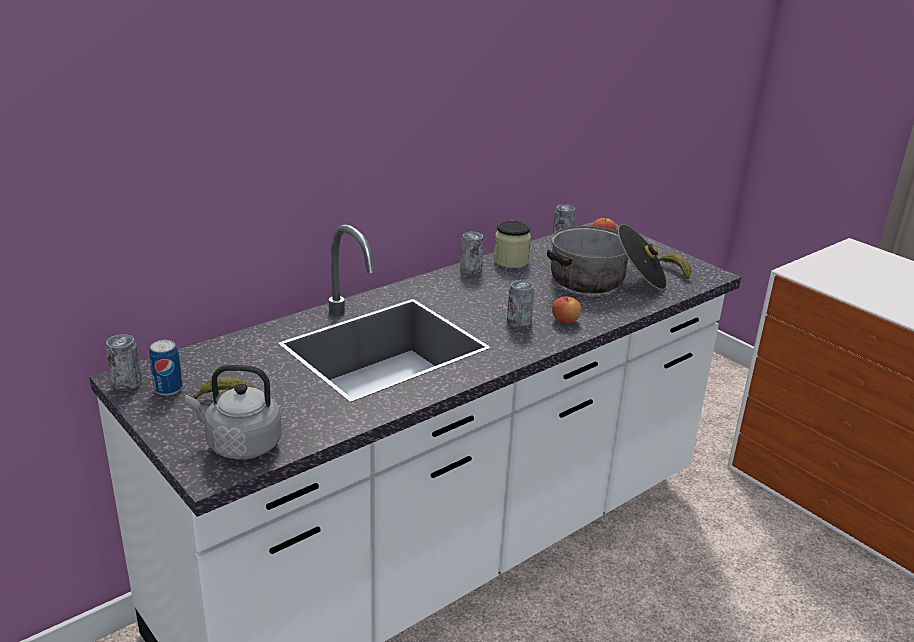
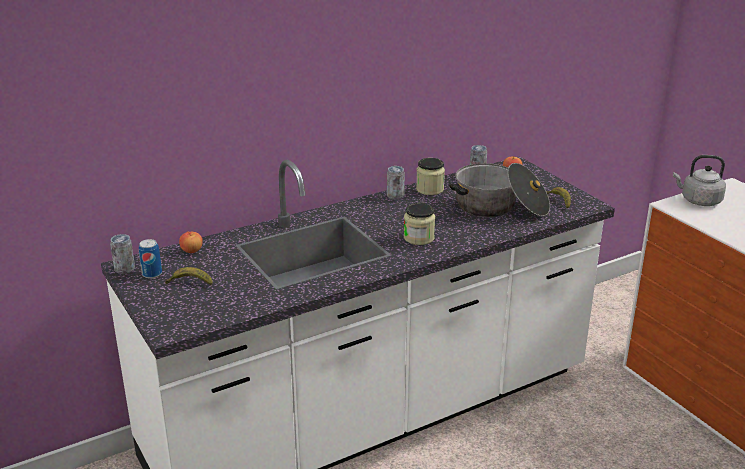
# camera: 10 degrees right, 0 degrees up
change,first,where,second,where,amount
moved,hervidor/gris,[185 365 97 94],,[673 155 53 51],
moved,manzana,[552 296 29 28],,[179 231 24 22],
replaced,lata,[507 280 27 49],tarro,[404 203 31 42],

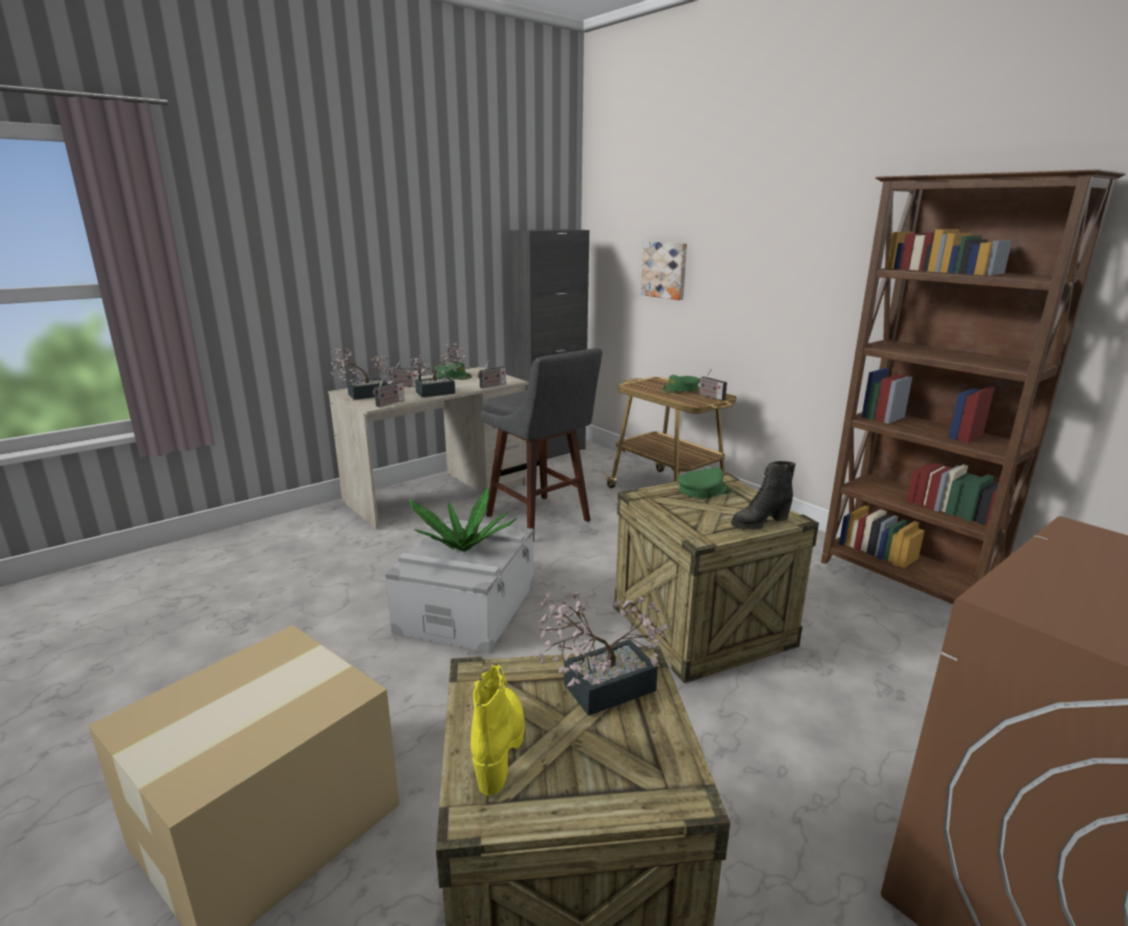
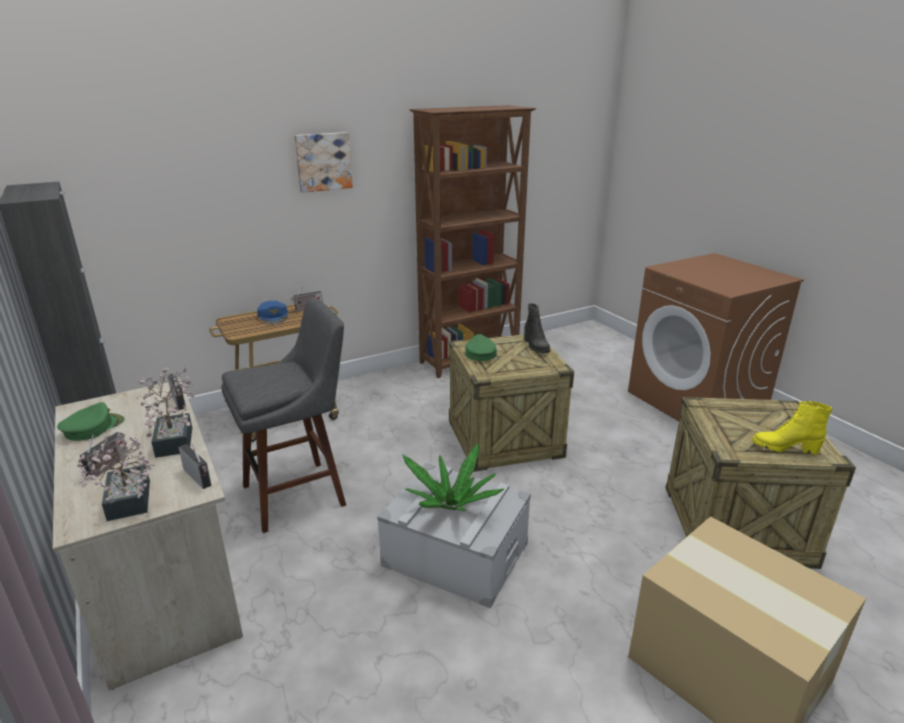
# camera: 80 degrees left, 5 degrees up
change,first,where,second,where,amount
removed,planta en maceta,[538 591 129 125],,,
moved,cuadro,[641 241 46 59],,[294 132 59 61],
recoloured,gorra/verde,[662 375 37 18],gorra/azul,[257 301 31 22],

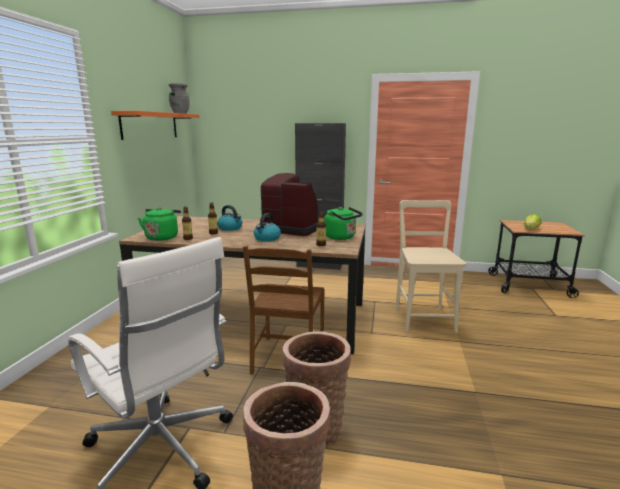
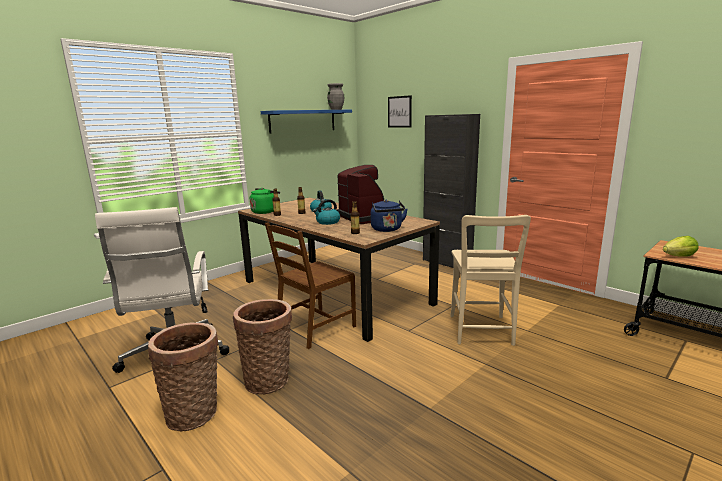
# camera: 35 degrees right, 0 degrees up
change,first,where,second,where,amount
added,,,cuadro,[388 95 24 33],
recoloured,estante/naranja,[111 111 89 29],estante/azul,[261 110 91 24],
recoloured,hervidor/verde,[324 207 39 33],hervidor/azul,[371 200 37 32],
turned,silla/beis,[396 200 70 133],,[450 215 81 131],150 degrees clockwise

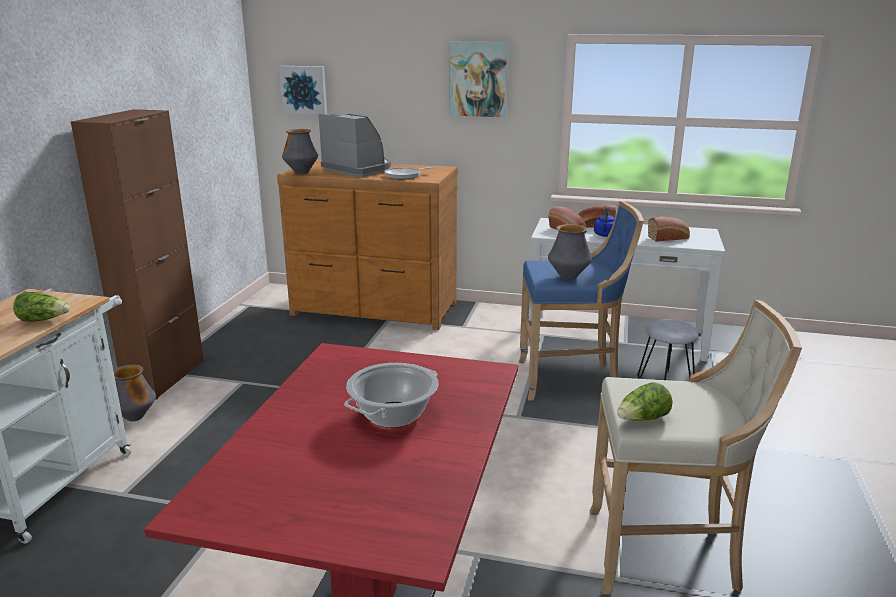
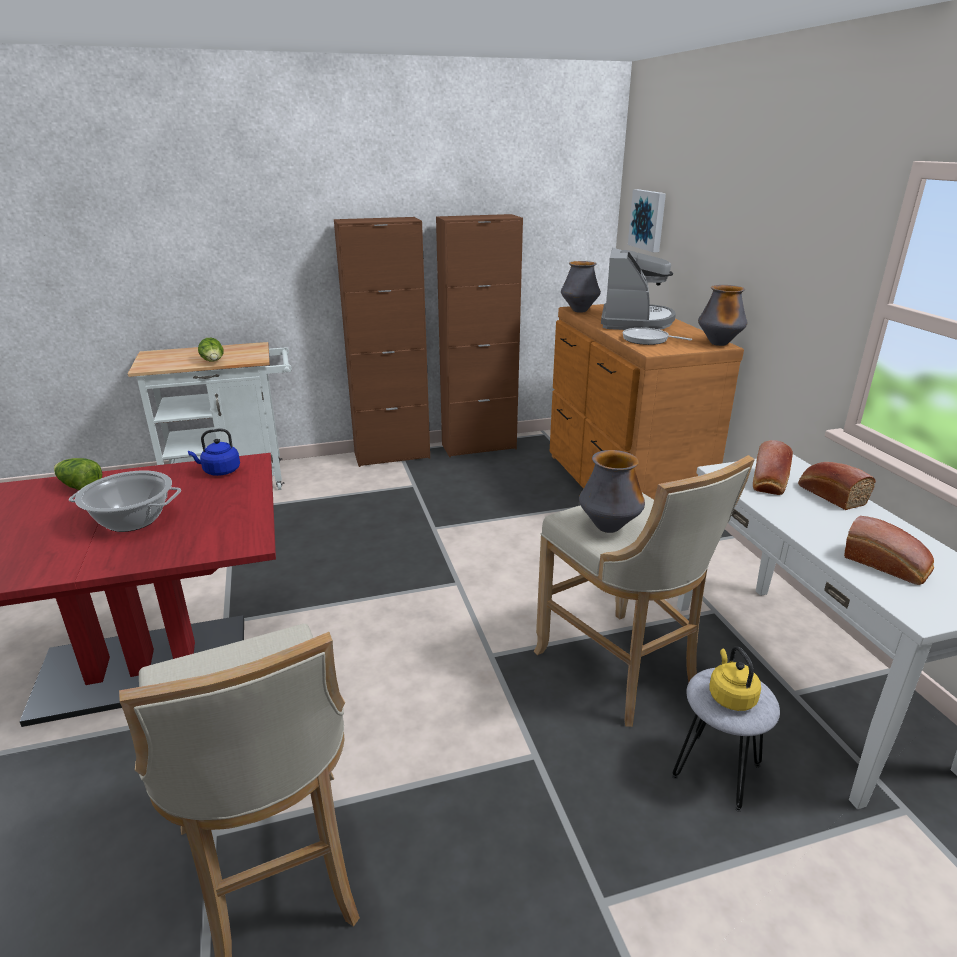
# camera: 60 degrees right, 5 degrees up
change,first,where,second,where,amount
removed,cuadro,[450 41 58 76],,,
added,,,armario/marrón,[436 214 87 243],
added,,,hervidor/amarillo,[709 646 52 65],
moved,florero,[113 364 43 57],,[698 285 49 61],
moved,hervidor/azul,[594 205 21 32],,[188 429 52 47],
moved,lechuga,[617 382 56 39],,[54 458 48 32],
recoloured,taburete/azul,[519 201 125 200],taburete/beis,[534 455 221 272],

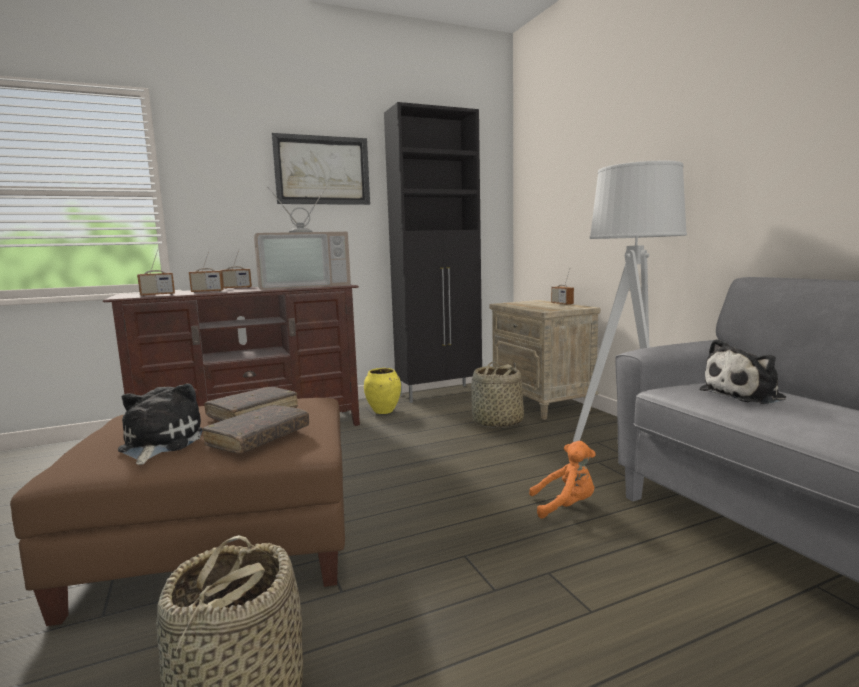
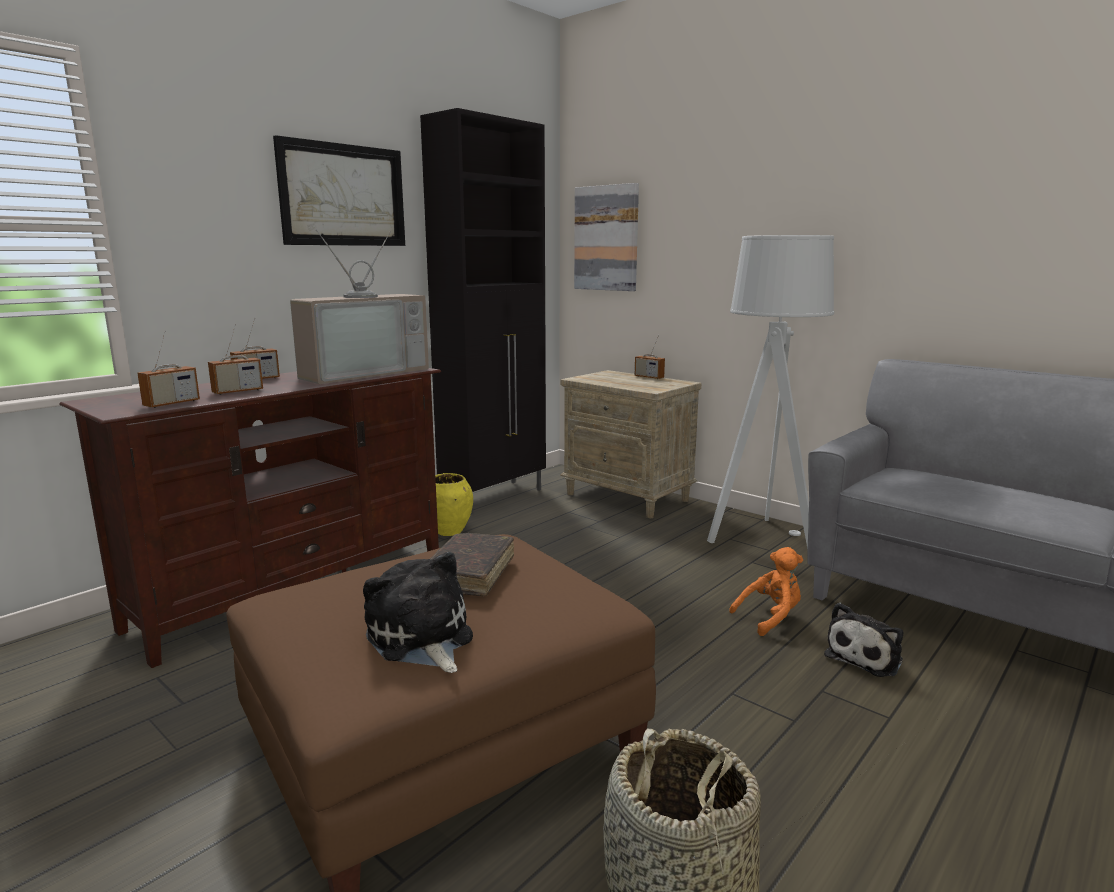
# camera: 25 degrees left, 5 degrees up
change,first,where,second,where,amount
removed,libro/marrón,[202 405 107 48],,,
removed,cesta,[471 362 53 66],,,
added,,,cuadro,[574 183 65 108],
moved,peluche,[700 339 86 65],,[824 603 79 74],

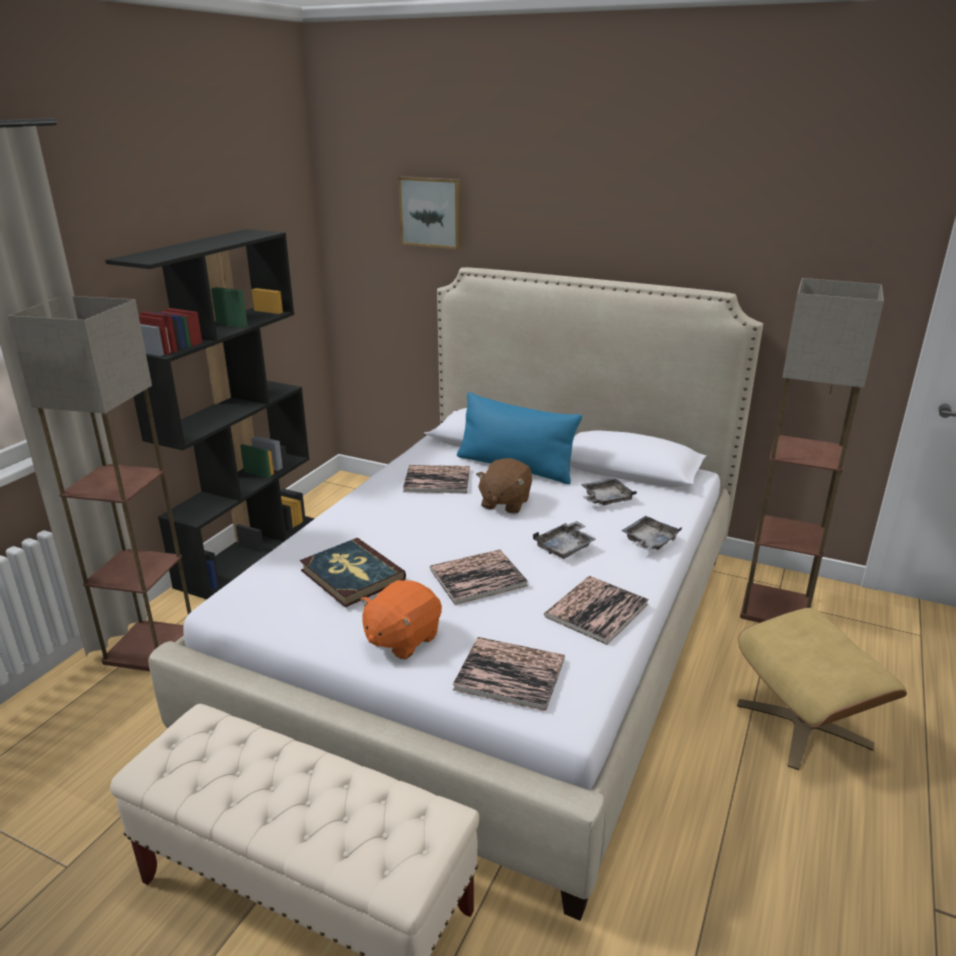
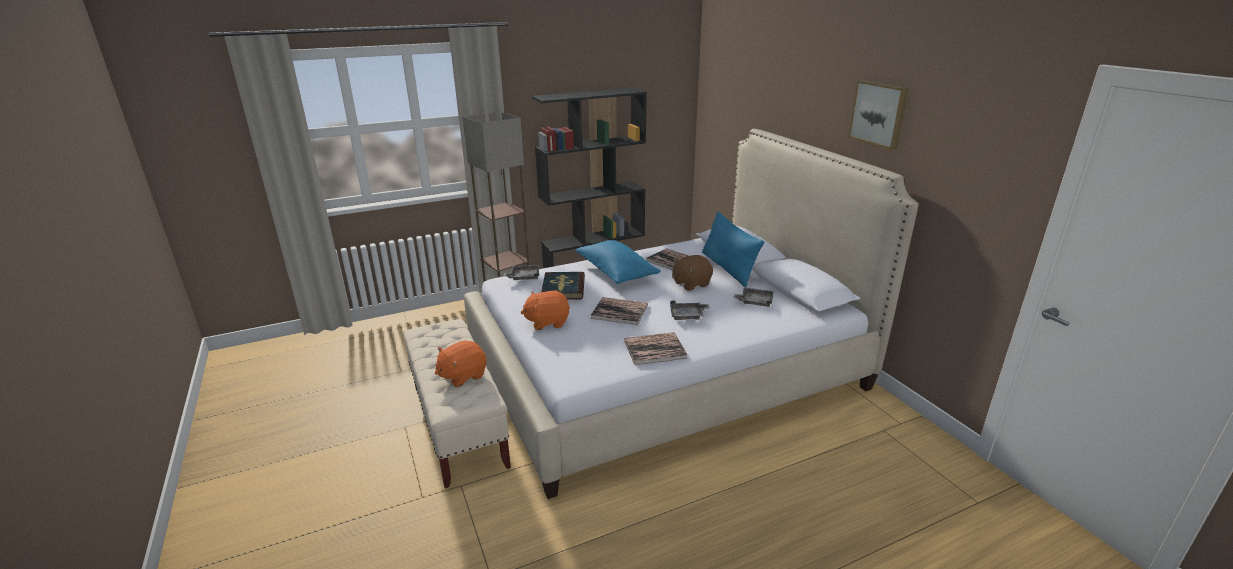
# camera: 40 degrees right, 0 degrees up
change,first,where,second,where,amount
removed,libro,[453 637 112 74],,,
removed,puf/beis,[737 608 170 162],,,
removed,lámpara de pie,[740 278 144 345],,,
added,,,peluche/naranja,[435 340 52 47],
added,,,cojín/azul,[576 240 85 44],
moved,cuadro,[398 176 63 74],,[848 80 61 70],
moved,bandeja/gris,[621 516 61 34],,[504 265 35 15],

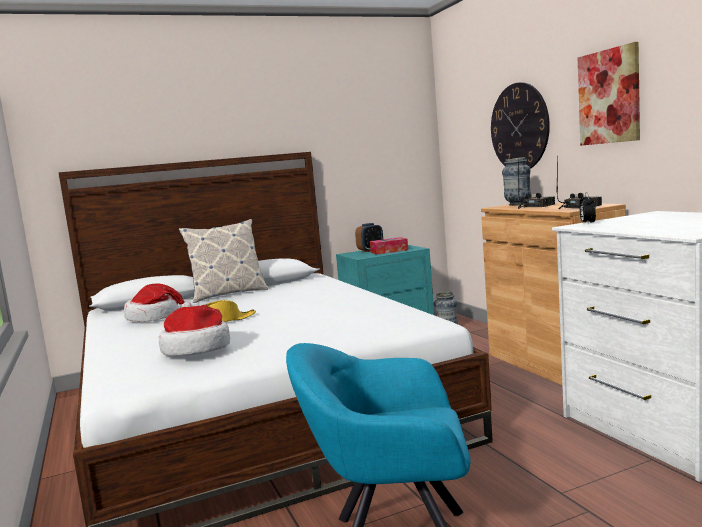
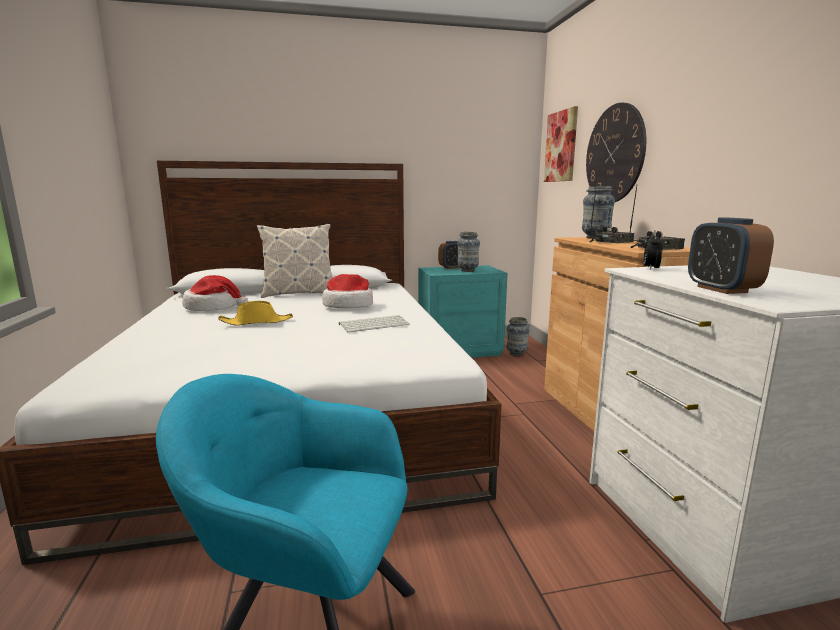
# camera: 10 degrees right, 5 degrees up
change,first,where,second,where,amount
added,,,teclado,[339 315 71 17],
added,,,despertador,[688 218 86 76],
moved,sombrero,[159 305 71 51],,[322 274 51 34],
moved,cuadro,[578 42 62 104],,[544 106 34 76],
replaced,caja de pañuelos,[370 237 38 18],florero,[457 232 23 40],

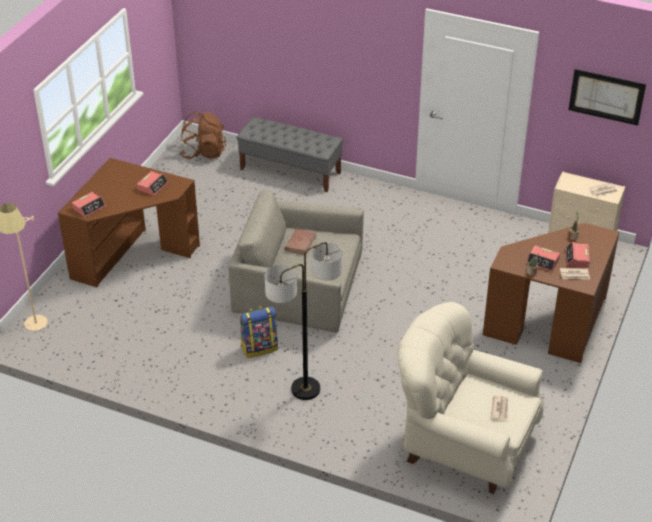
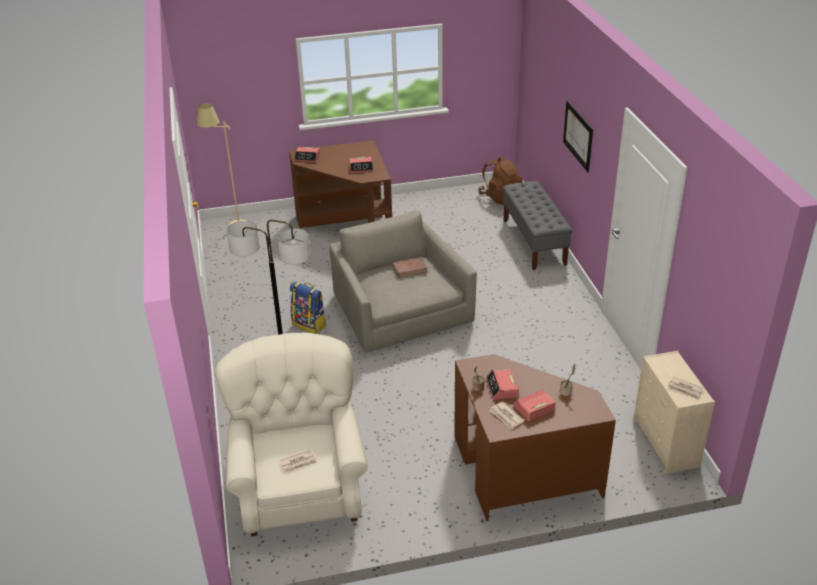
# camera: 55 degrees right, 5 degrees down
change,first,where,second,where,amount
moved,cuadro,[569 69 77 57],,[563 101 30 71],

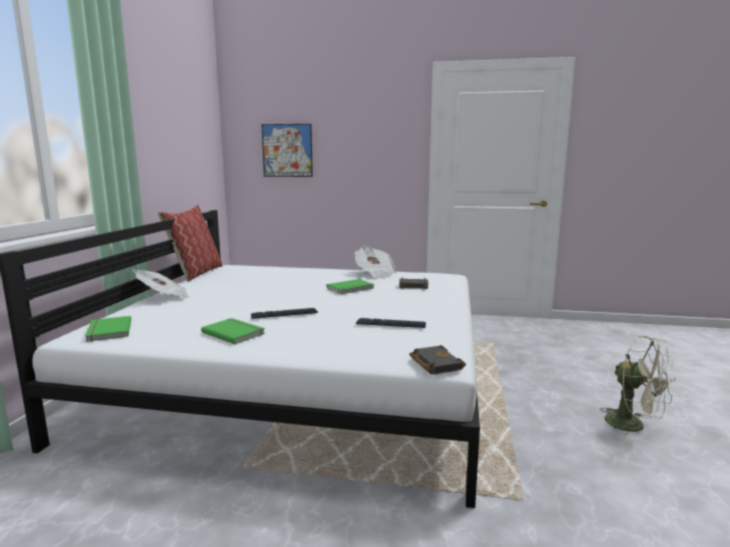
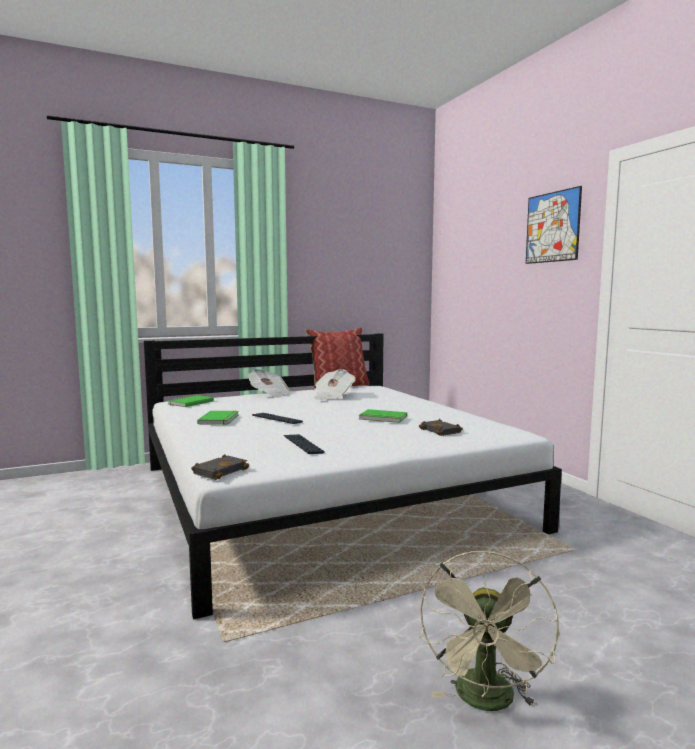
# camera: 55 degrees right, 5 degrees down
change,first,where,second,where,amount
moved,cuadro,[261 124 52 53],,[526 186 56 78],
moved,periódico,[354 246 42 33],,[314 369 42 31],

